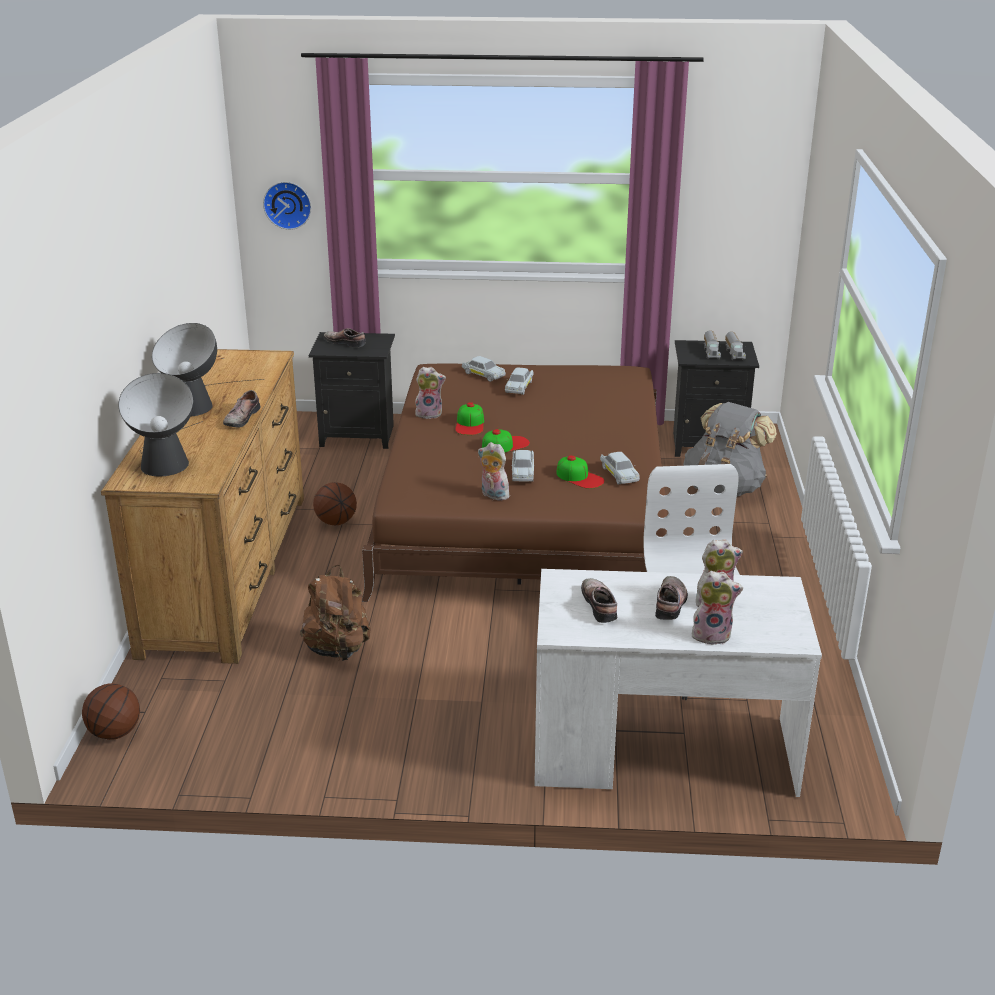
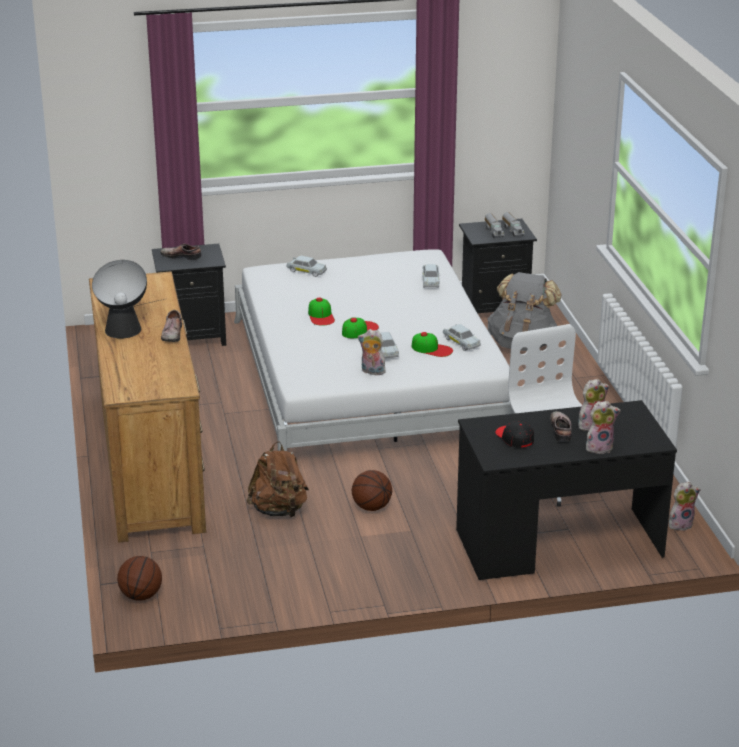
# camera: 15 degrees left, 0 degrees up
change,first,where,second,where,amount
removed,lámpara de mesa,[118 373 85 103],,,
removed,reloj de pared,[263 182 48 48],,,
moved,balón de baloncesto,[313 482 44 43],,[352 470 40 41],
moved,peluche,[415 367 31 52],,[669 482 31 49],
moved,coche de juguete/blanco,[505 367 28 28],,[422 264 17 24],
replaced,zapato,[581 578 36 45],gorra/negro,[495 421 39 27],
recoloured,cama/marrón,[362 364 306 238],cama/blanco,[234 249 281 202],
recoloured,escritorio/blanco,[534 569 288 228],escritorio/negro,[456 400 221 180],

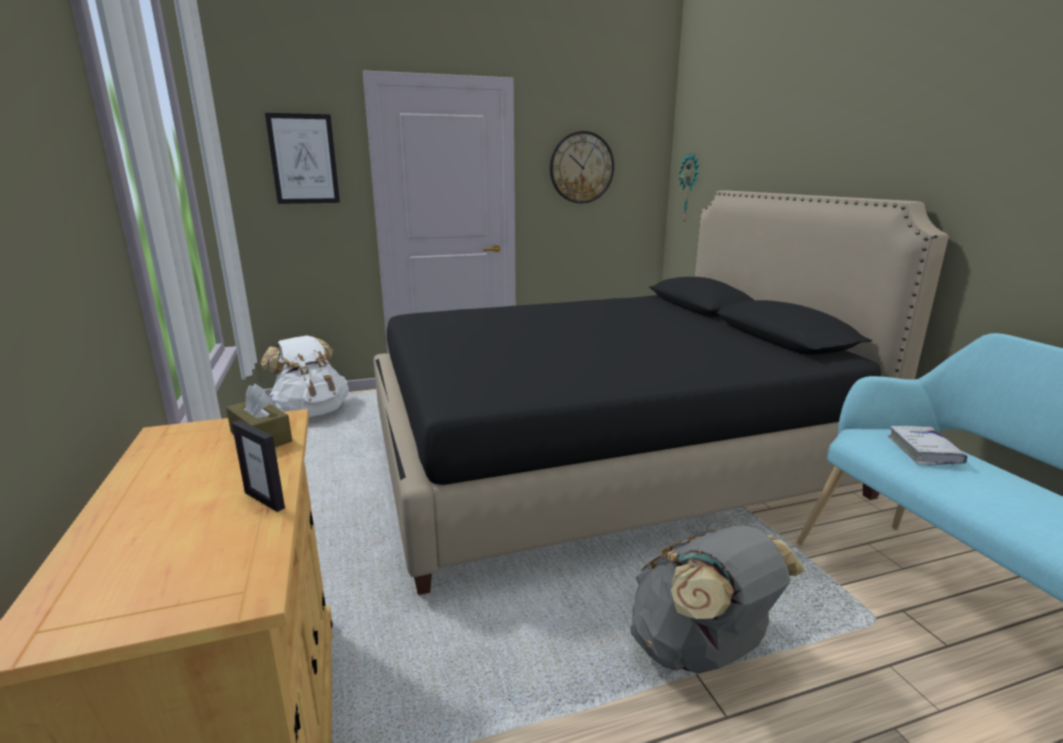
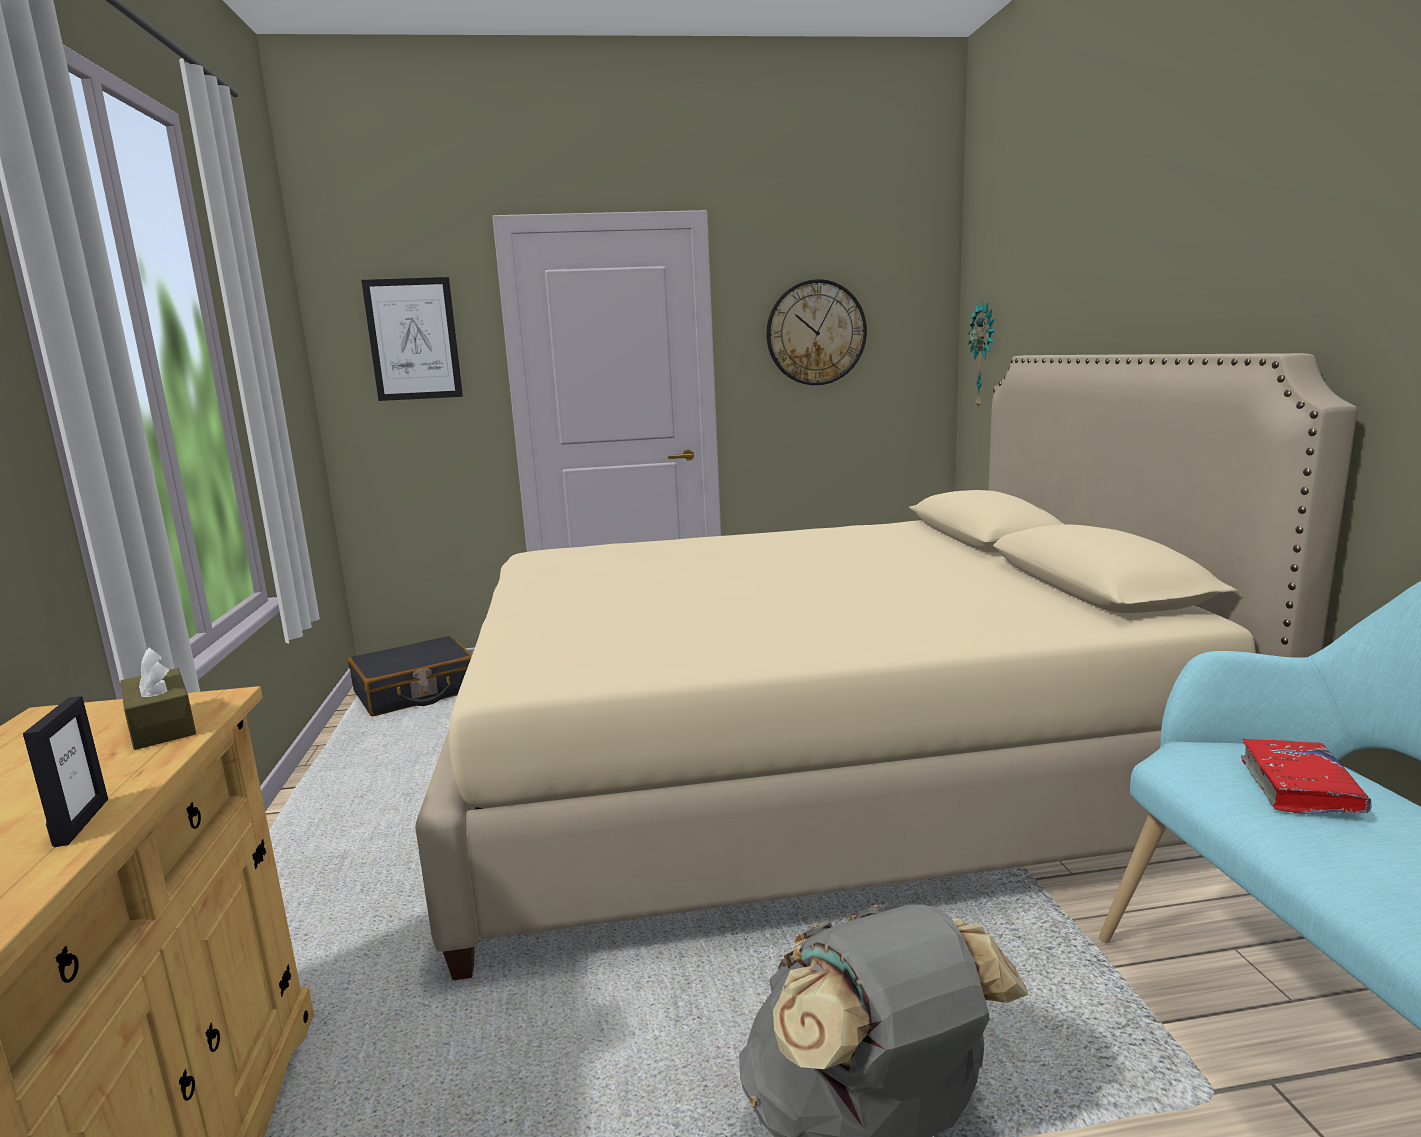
# camera: 10 degrees right, 5 degrees down
change,first,where,second,where,amount
replaced,mochila/blanco,[260 335 89 82],maleta/negro,[348 636 124 80],
recoloured,cama/negro,[374 190 575 405],cama/beis,[415 353 942 627],
recoloured,libro/blanco,[888 426 79 39],libro/rojo,[1241 738 131 76],
turned,portarretratos,[232 420 53 92],,[23 696 85 151],150 degrees counterclockwise

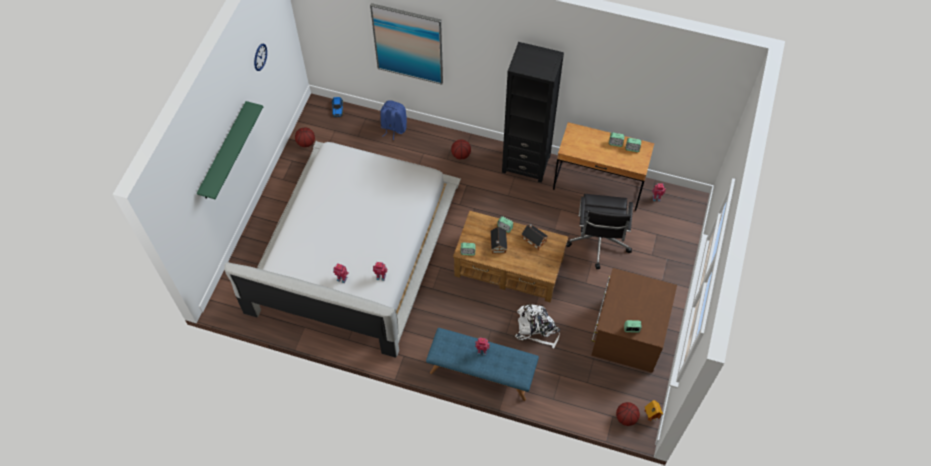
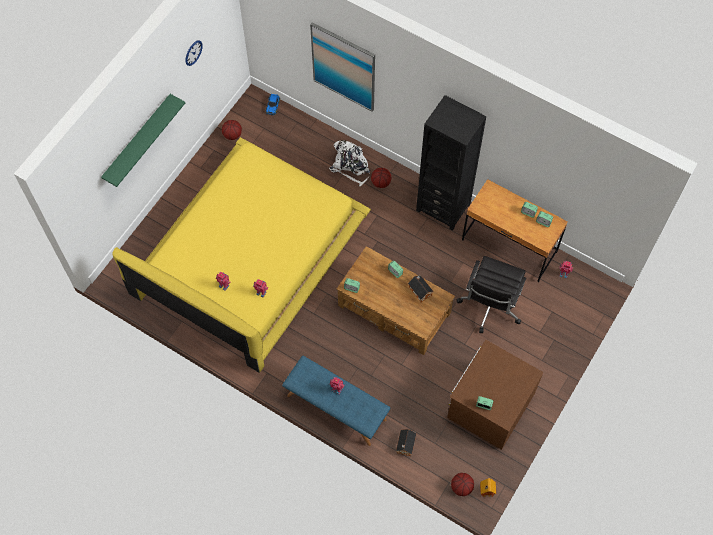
# camera: 15 degrees right, 5 degrees up
change,first,where,second,where,amount
removed,mochila/azul,[380 100 27 40],,,
moved,casita,[490 227 17 26],,[396 429 20 27],
moved,mochila/blanco,[515 304 45 44],,[329 140 41 47],
recoloured,cama/blanco,[224 141 237 217],cama/amarillo,[112 137 259 235],

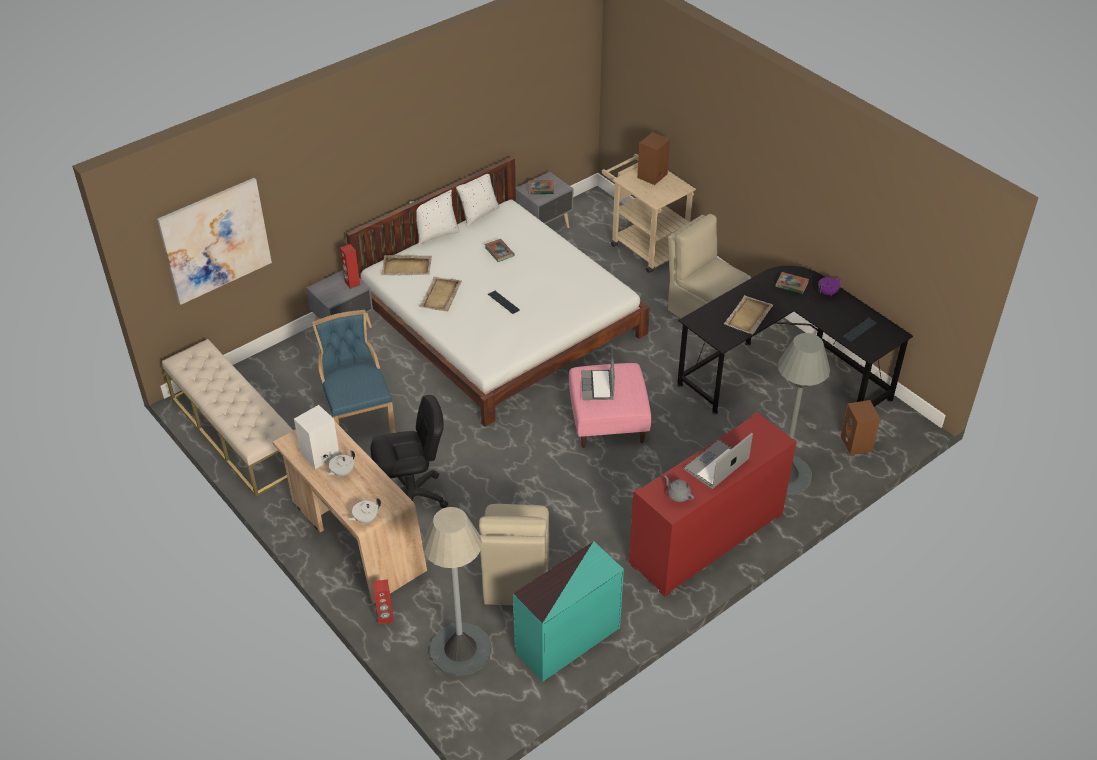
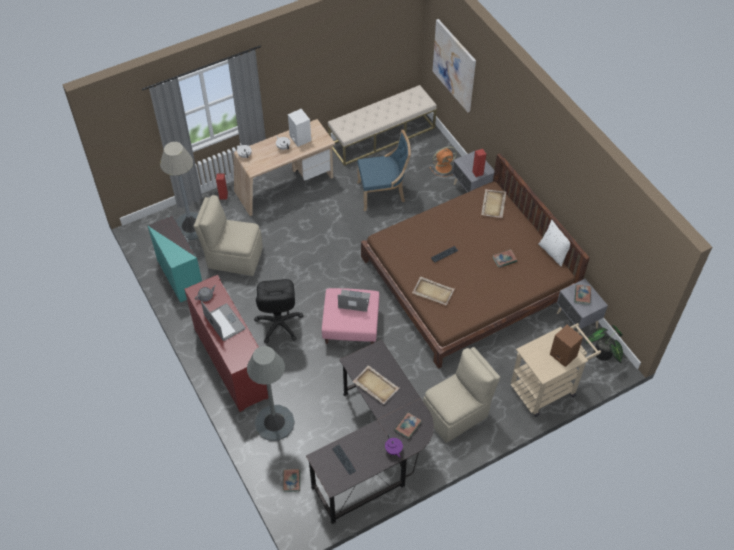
# camera: 100 degrees right, 10 degrees up
change,first,where,second,where,amount
removed,cojín/blanco,[409 190 51 55],,,
added,,,ventilador/naranja,[430 146 27 31],
added,,,planta en maceta,[586 325 37 38],
moved,silla de oficina/negro,[371 395 77 113],,[254 279 50 64],
moved,bandeja/beis,[419 277 43 35],,[412 276 43 29],
replaced,altavoz/marrón,[841 400 39 55],libro,[283 469 17 23],
recoloured,cama/blanco,[346 157 304 270],cama/marrón,[361 153 229 216],

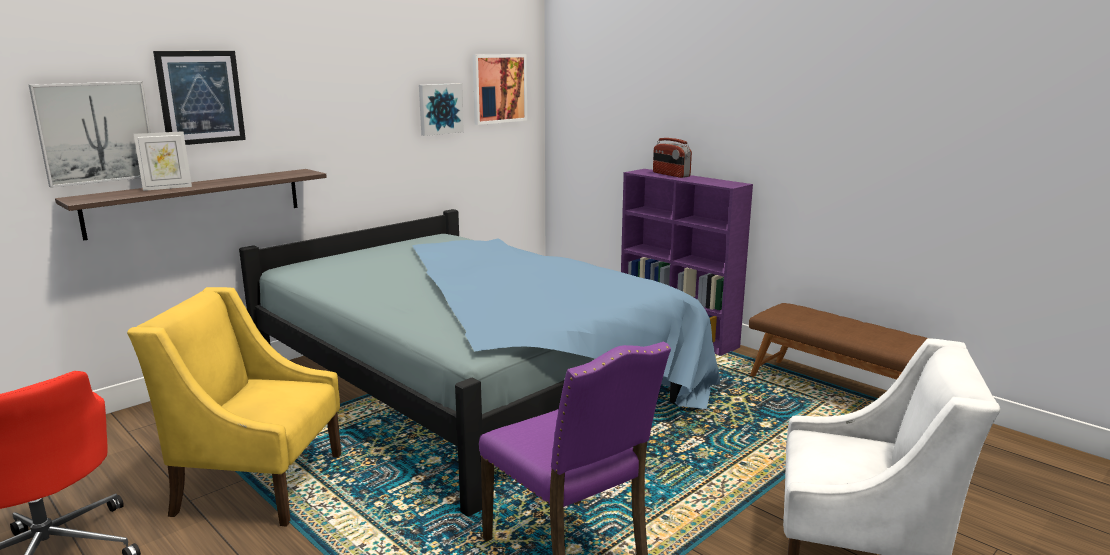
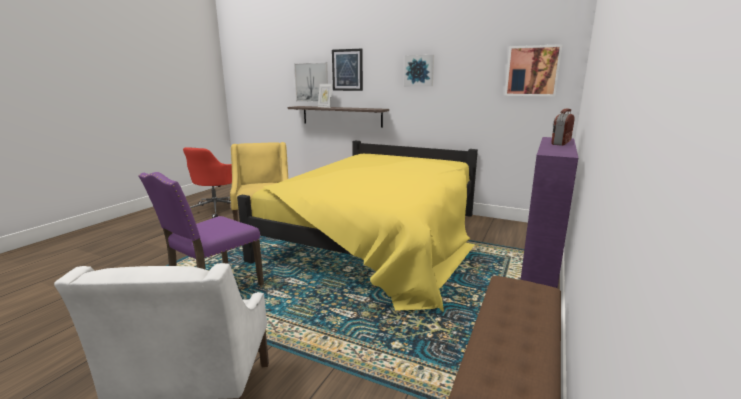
# camera: 70 degrees right, 0 degrees up
change,first,where,second,where,amount
moved,cuadro,[419 83 45 53],,[404 55 30 31],
recoloured,cama/azul,[239 209 481 308],cama/amarillo,[237 141 241 171],

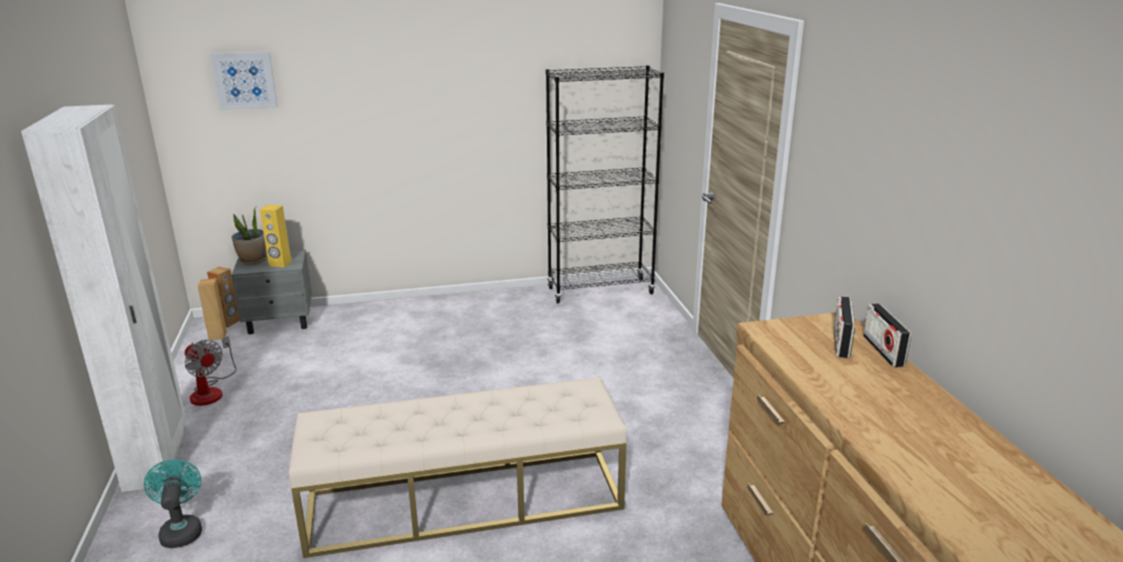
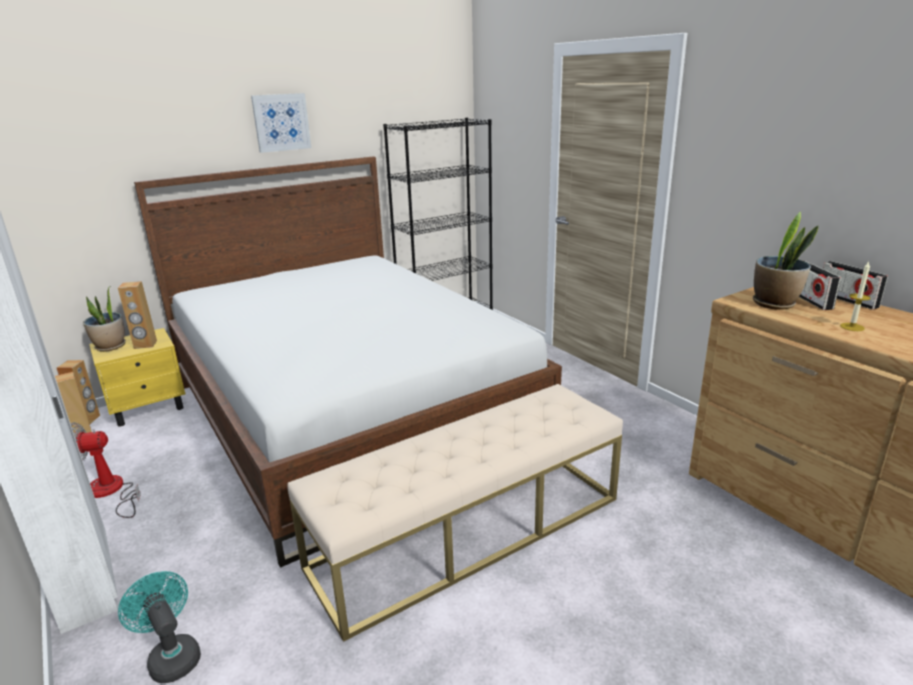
# camera: 20 degrees left, 0 degrees up
change,first,where,second,where,amount
added,,,cama,[134 156 428 412],
added,,,planta en maceta,[753 212 66 98],
added,,,vela,[840 261 31 70],
moved,cuadro,[210 51 68 59],,[251 93 60 60],
recoloured,mesita de noche/gris,[231 249 81 85],mesita de noche/amarillo,[89 328 96 99],
recoloured,altavoz/amarillo,[260 205 32 62],altavoz/marrón,[118 281 39 68],
turned,ventilador,[185 336 51 70],,[70 422 71 96],150 degrees clockwise

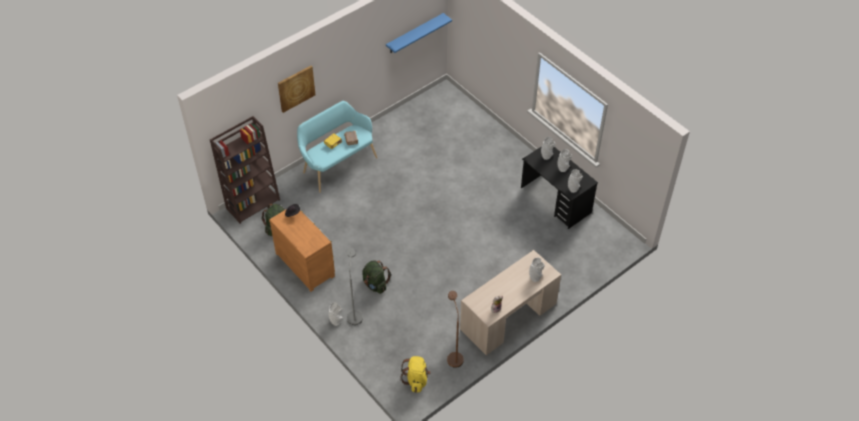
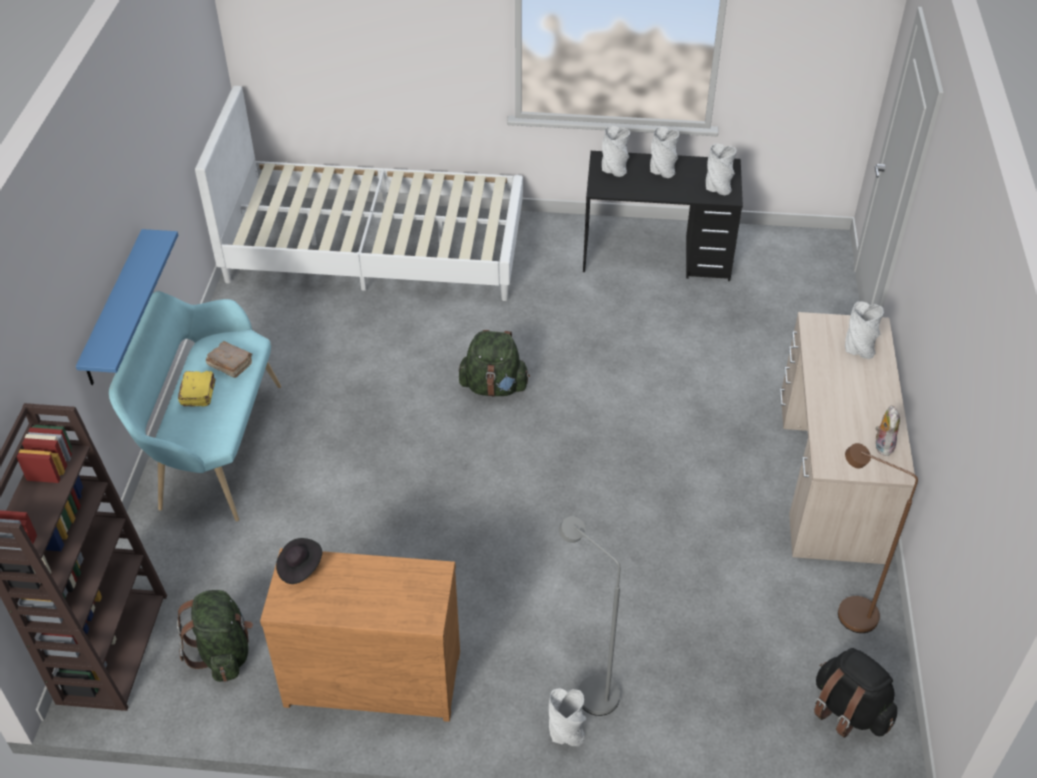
# camera: 45 degrees left, 5 degrees down
change,first,where,second,where,amount
removed,cuadro,[278 66 37 47],,,
added,,,cama/blanco,[195 86 328 215],
moved,mochila/verde,[362 260 29 34],,[458 330 72 67],
moved,estante/azul,[386 13 66 40],,[76 229 102 156],
recoloured,mochila/amarillo,[400 356 31 37],mochila/negro,[814 648 83 90],

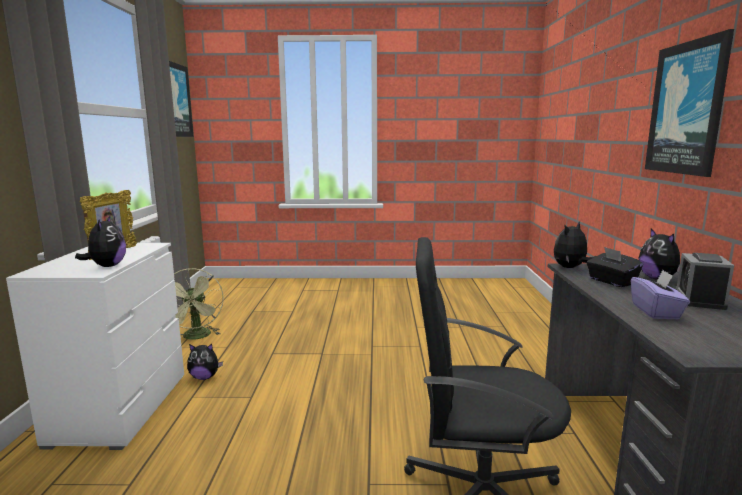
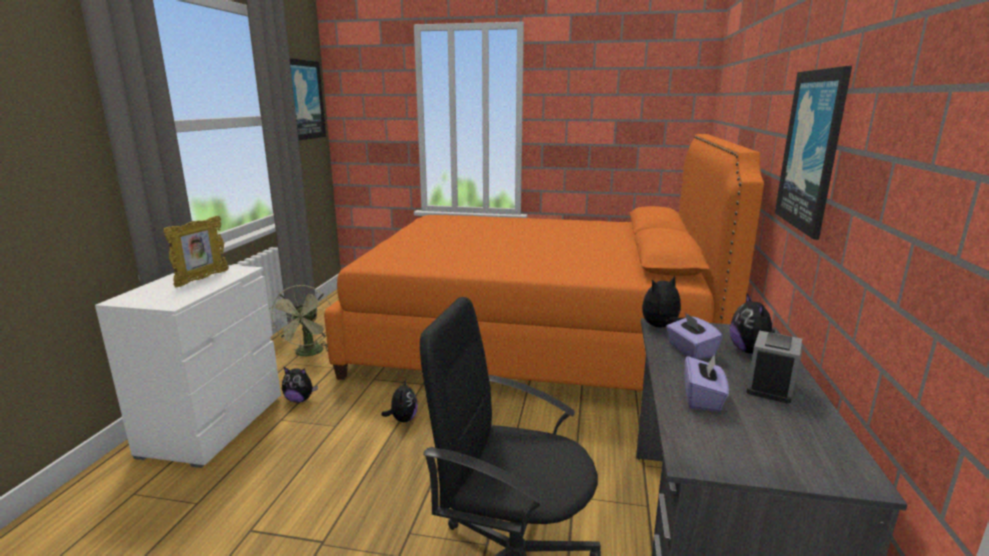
# camera: 10 degrees right, 5 degrees up
change,first,where,second,where,amount
added,,,cama/naranja,[324 134 440 257],
moved,peluche,[75 216 51 51],,[381 379 37 43],
recoloured,caja de pañuelos/negro,[587 247 56 40],caja de pañuelos/morado,[666 312 57 47],

